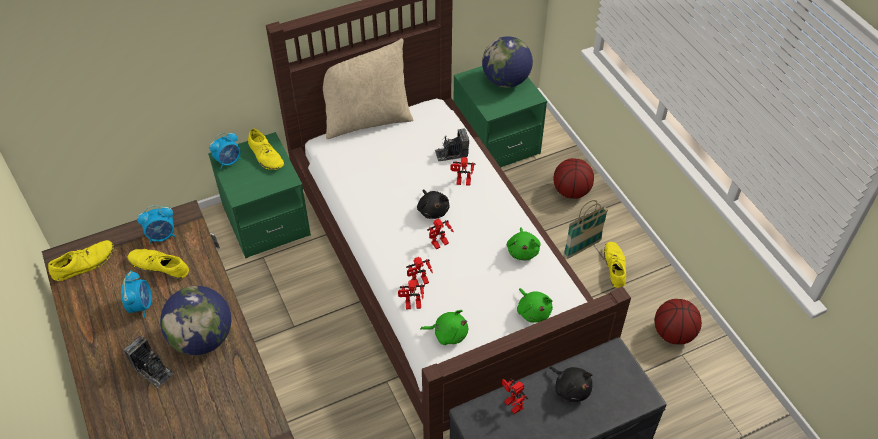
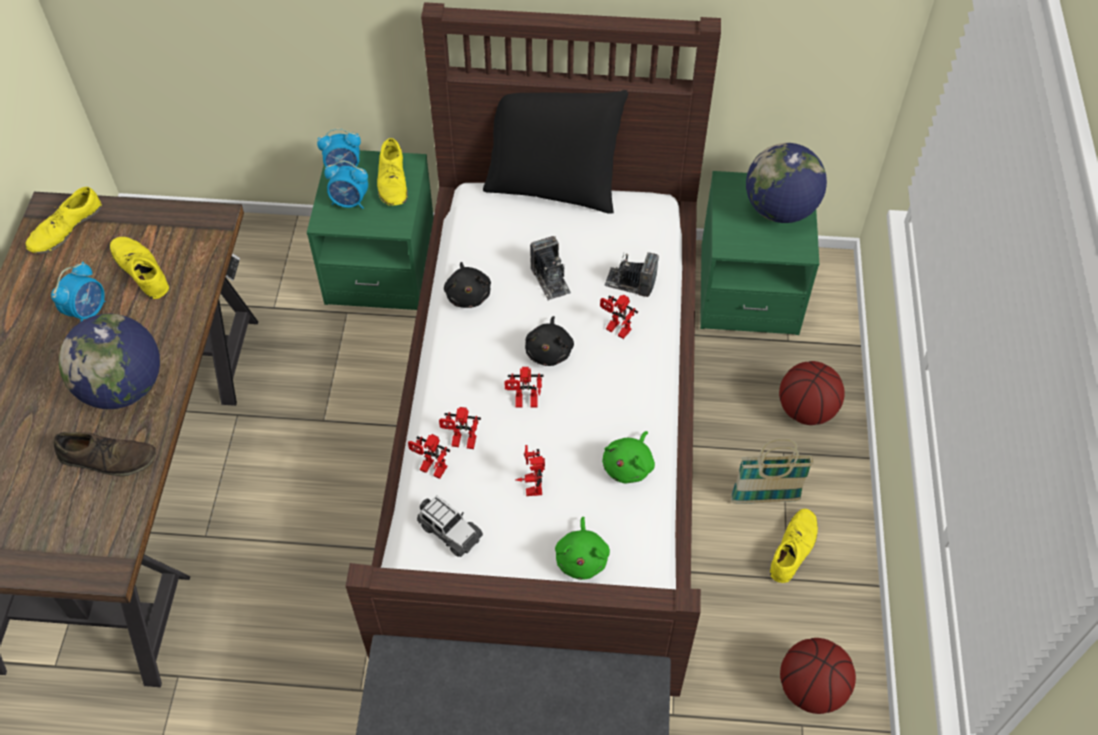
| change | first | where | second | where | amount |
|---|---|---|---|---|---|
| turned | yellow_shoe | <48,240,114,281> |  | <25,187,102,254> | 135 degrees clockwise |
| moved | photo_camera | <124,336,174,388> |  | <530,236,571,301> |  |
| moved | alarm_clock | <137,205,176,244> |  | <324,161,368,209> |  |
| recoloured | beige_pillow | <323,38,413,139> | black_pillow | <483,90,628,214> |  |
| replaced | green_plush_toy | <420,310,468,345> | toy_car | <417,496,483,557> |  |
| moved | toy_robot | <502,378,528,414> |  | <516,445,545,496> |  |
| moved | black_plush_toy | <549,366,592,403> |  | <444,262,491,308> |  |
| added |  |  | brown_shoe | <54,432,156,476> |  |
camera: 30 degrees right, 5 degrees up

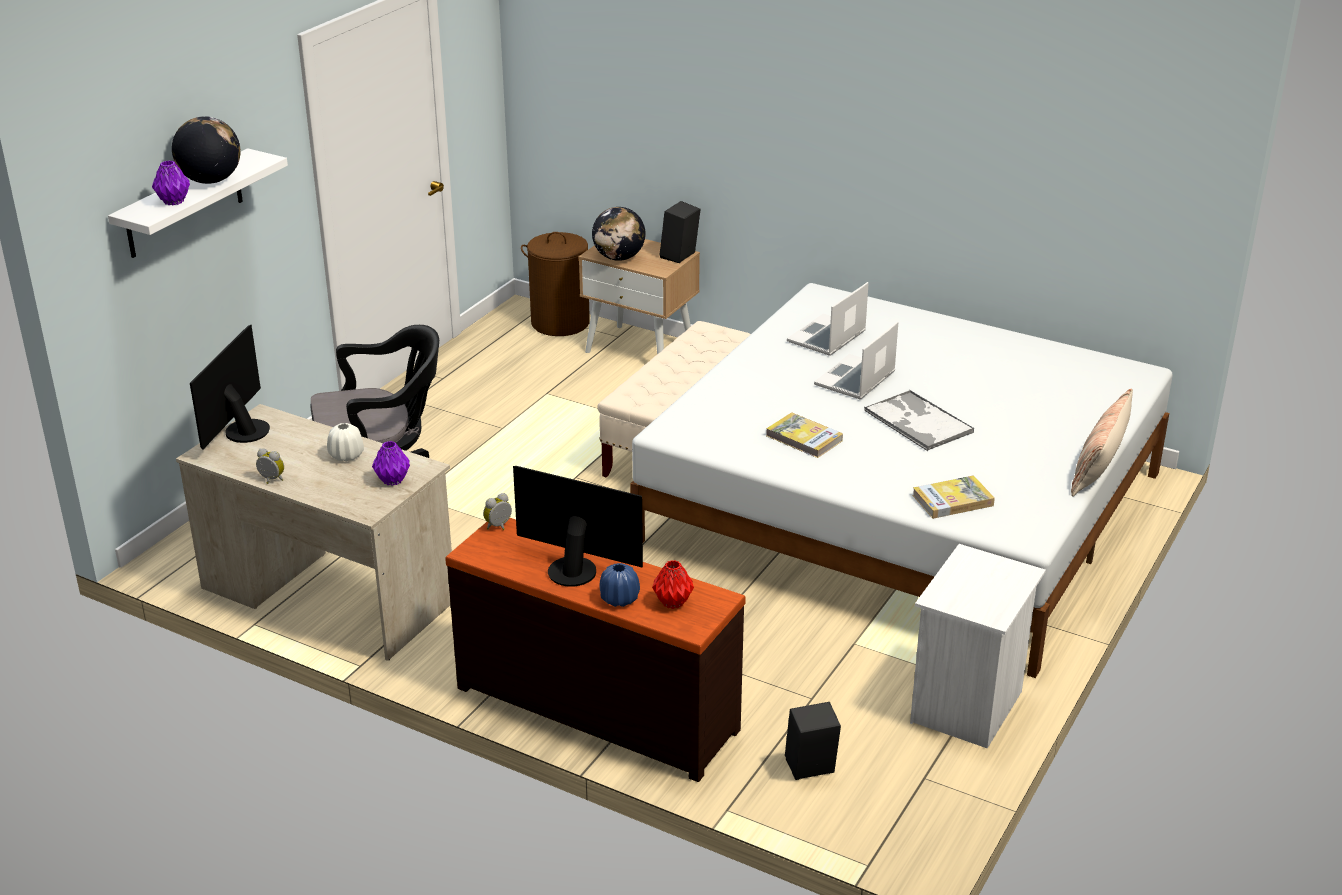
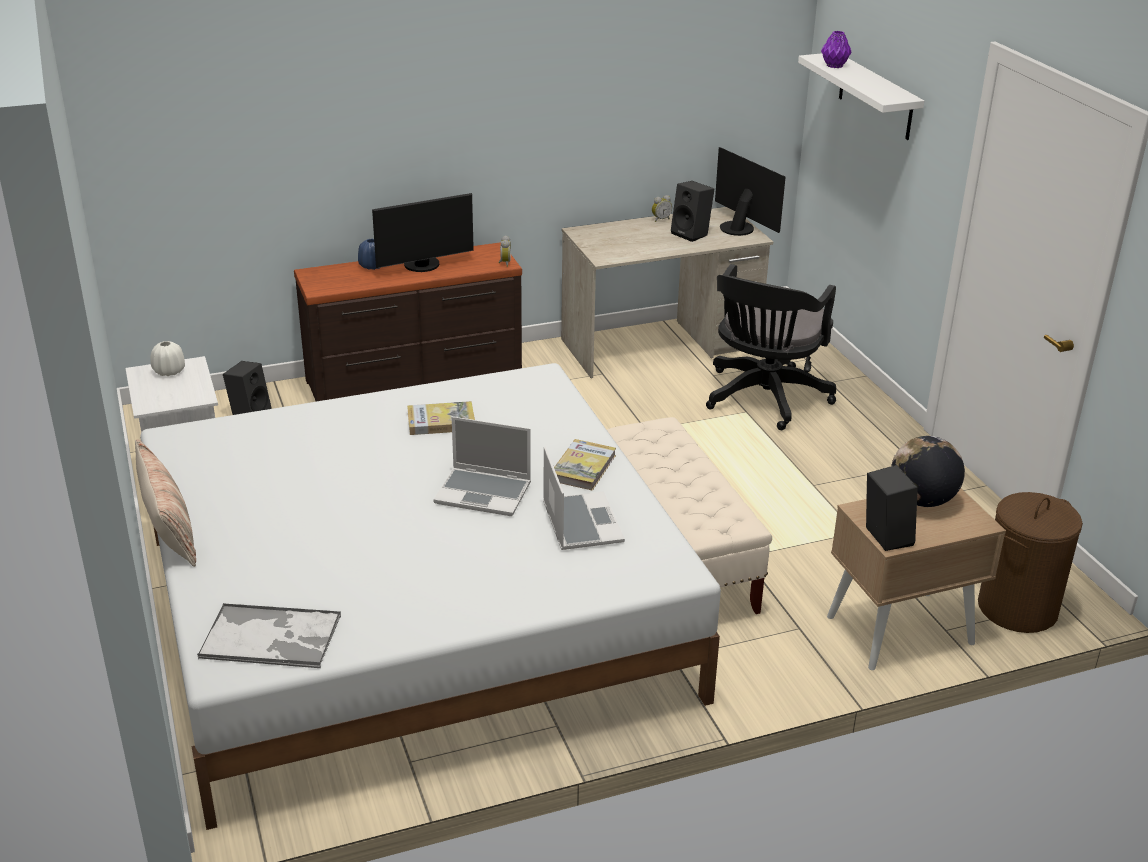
| change | first | where | second | where | amount |
|---|---|---|---|---|---|
| removed | globe | <172,116,241,184> |  |  |  |
| moved | white_vase | <327,423,364,462> |  | <150,341,185,376> |  |
| removed | purple_vase | <372,441,410,486> |  |  |  |
| removed | red_vase | <652,560,694,609> |  |  |  |
| turned | laptop | <814,321,898,400> |  | <433,417,531,516> | 120 degrees clockwise |
| moved | tray | <864,390,974,451> |  | <197,603,341,668> |  |
| moved | book | <912,475,995,519> |  | <554,439,616,491> |  |
| added |  |  | black_speaker | <671,181,714,242> |  |
camera: 130 degrees right, 0 degrees up

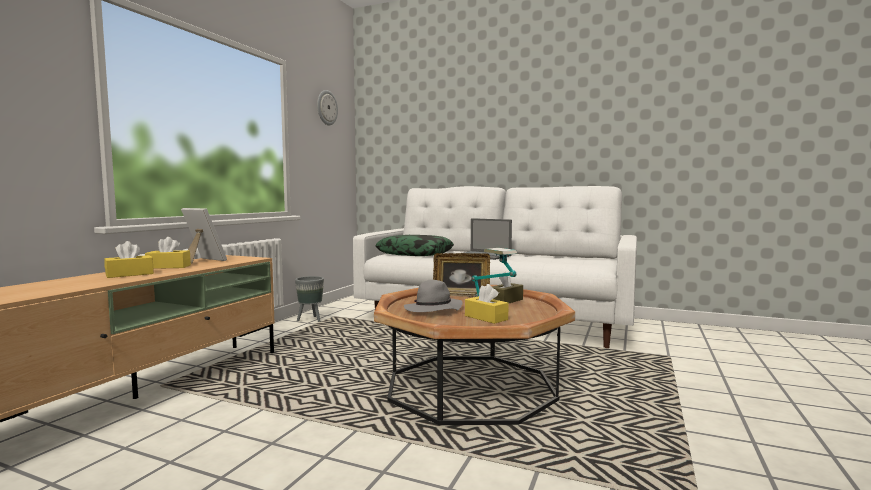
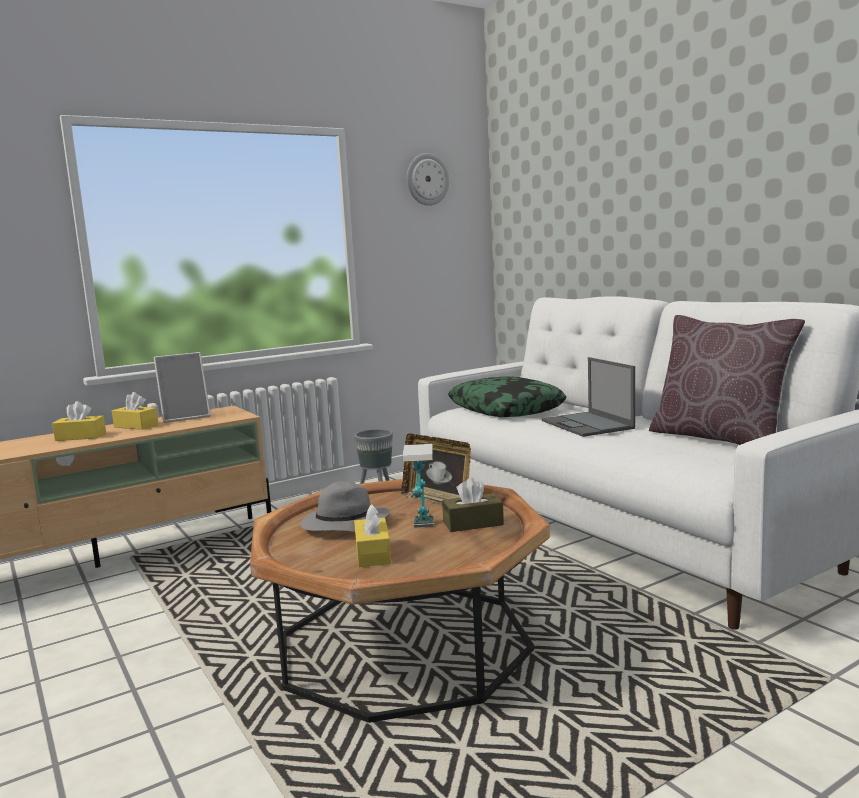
| change | first | where | second | where | amount |
|---|---|---|---|---|---|
| turned | picture_frame | <181,208,227,263> |  | <154,352,211,423> | 90 degrees clockwise |
| added |  |  | brown_pillow | <649,315,805,445> |  |
camera: 35 degrees right, 5 degrees up

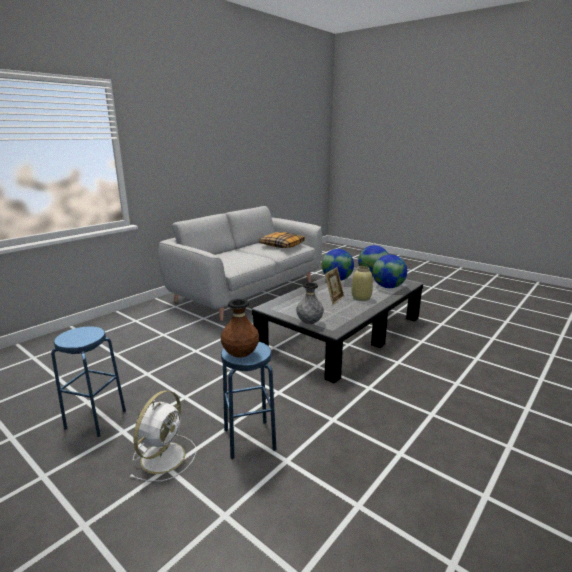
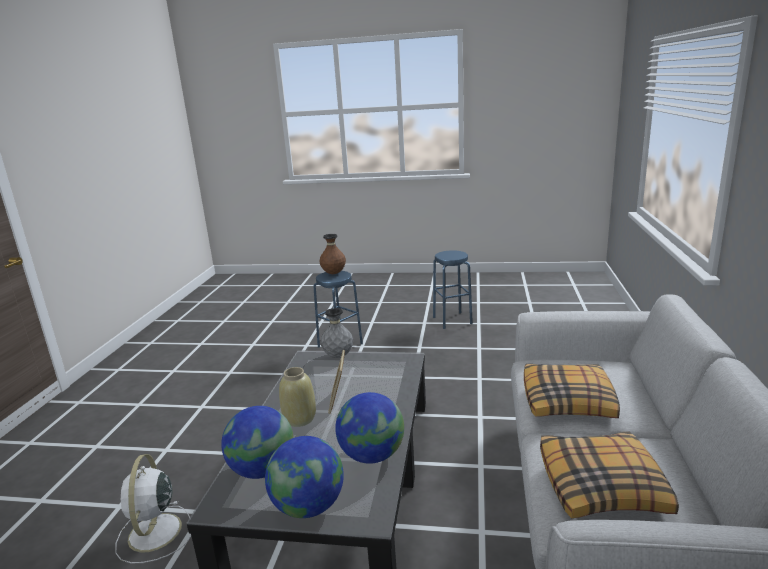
| change | first | where | second | where | amount |
|---|---|---|---|---|---|
| moved | white_fan | <129,390,196,482> |  | <115,454,191,563> |  |
| added |  |  | pillow | <524,364,620,418> |  |
camera: 150 degrees right, 0 degrees up

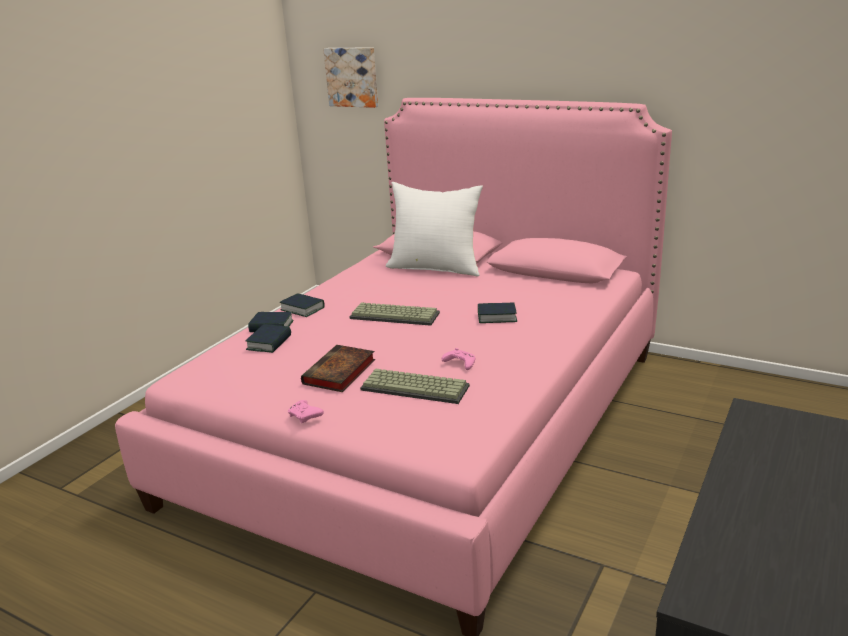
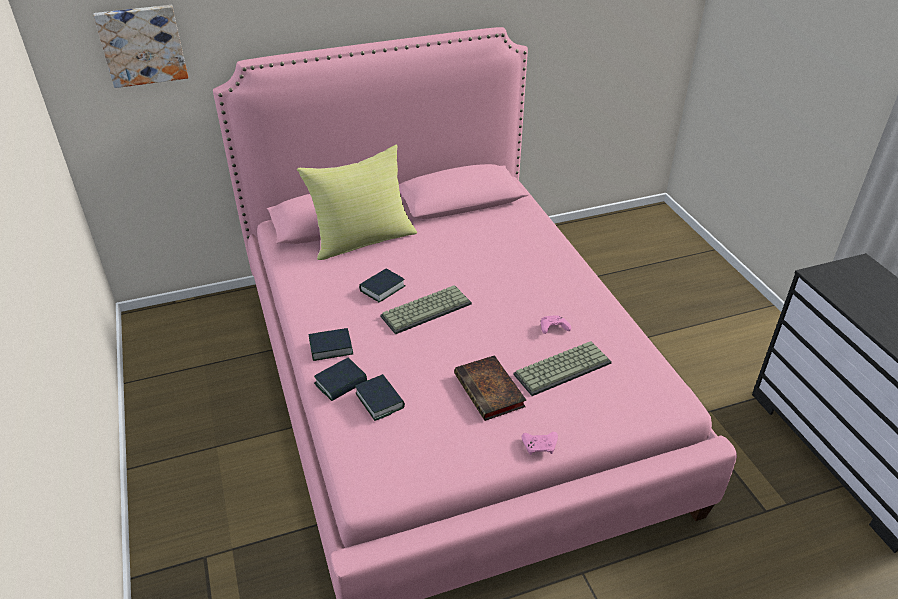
| change | first | where | second | where | amount |
|---|---|---|---|---|---|
| recoloured | white_pillow | <386,182,483,276> | yellow_pillow | <297,145,417,260> |  |
| moved | book | <478,302,517,323> |  | <359,268,405,302> |  |
camera: 50 degrees left, 15 degrees up

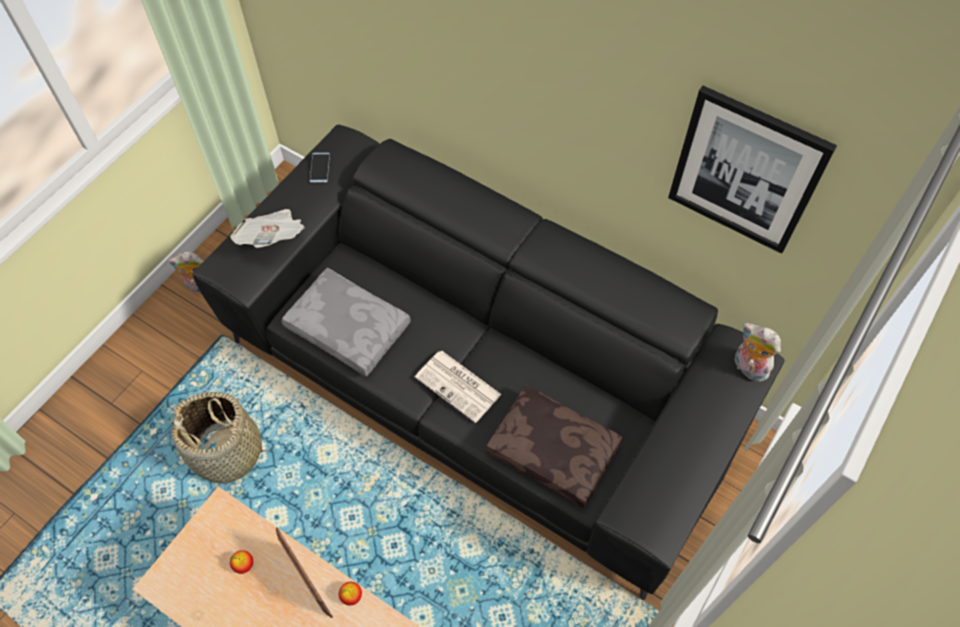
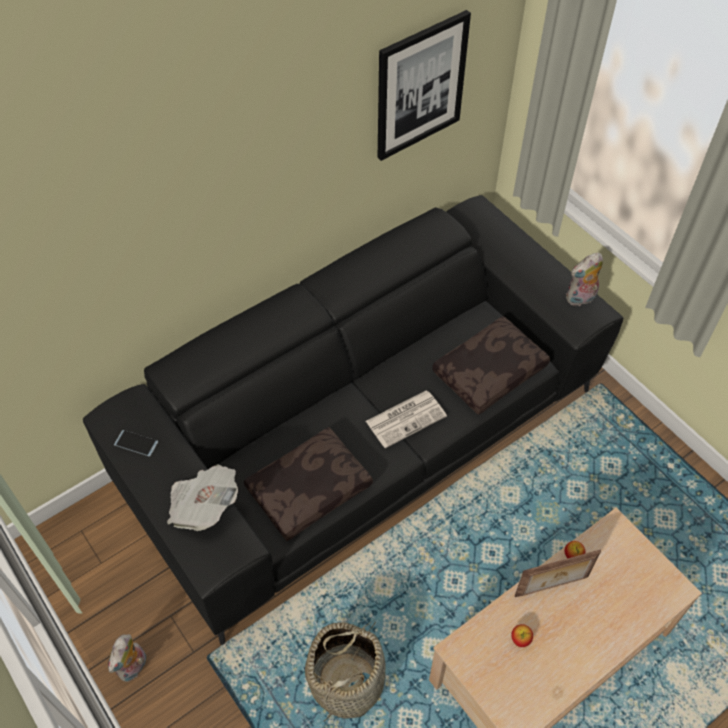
| change | first | where | second | where | amount |
|---|---|---|---|---|---|
| recoloured | grey_pillow | <281,268,411,377> | brown_pillow | <244,427,373,541> |  |
| moved | plush_toy | <735,323,781,382> |  | <566,253,603,306> |  |
camera: 70 degrees left, 5 degrees down

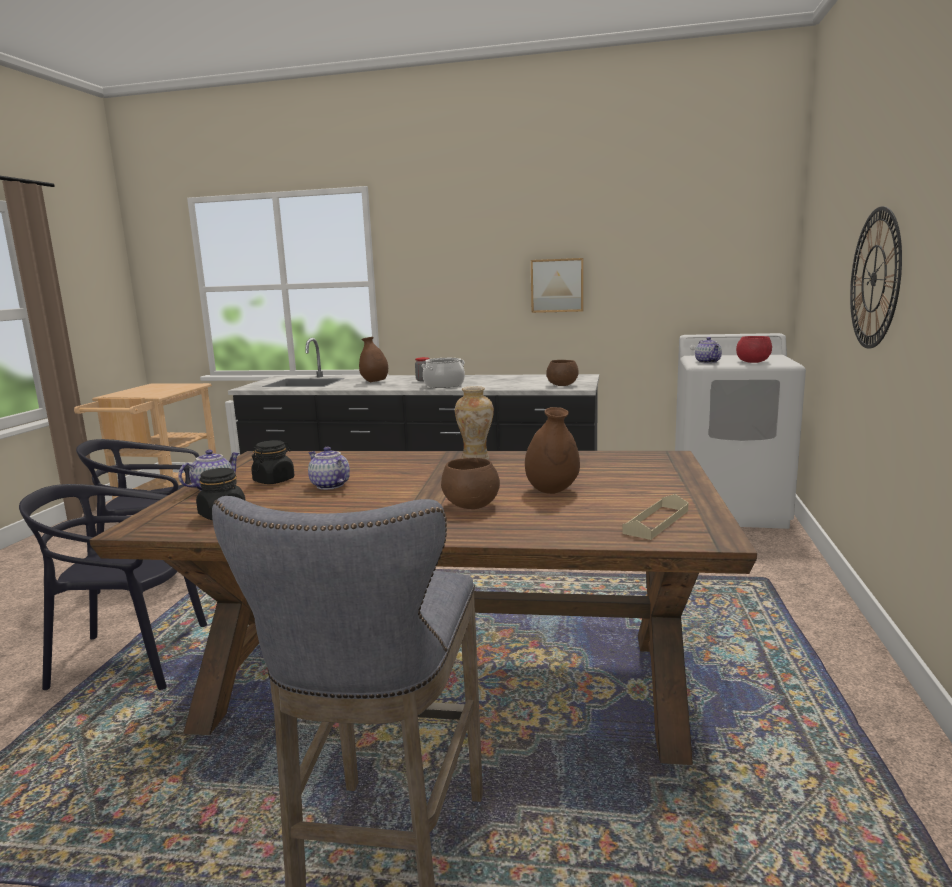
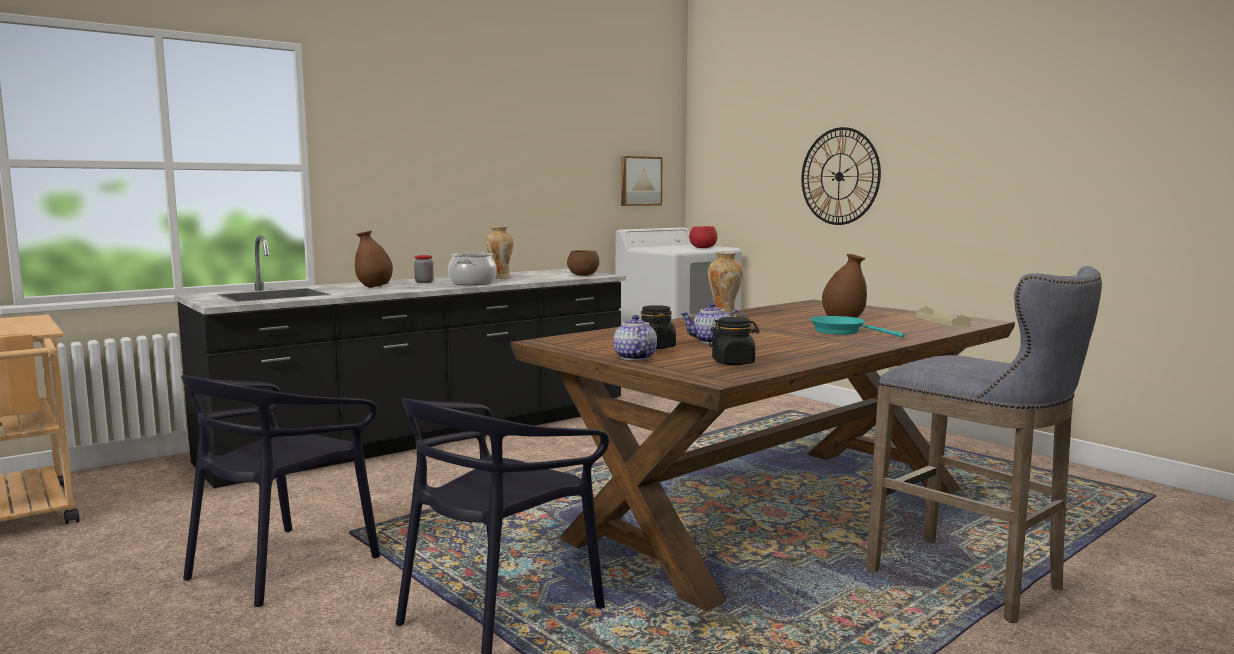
| change | first | where | second | where | amount |
|---|---|---|---|---|---|
| replaced | brown_bowl | <441,458,500,509> | turquoise_frying_pan | <810,316,905,337> |  |
| moved | picture | <531,258,584,313> |  | <621,156,663,206> |  |
| removed | teapot | <695,337,722,364> |  |  |  |
| added |  |  | vase | <486,226,513,279> |  |
camera: 50 degrees left, 5 degrees down

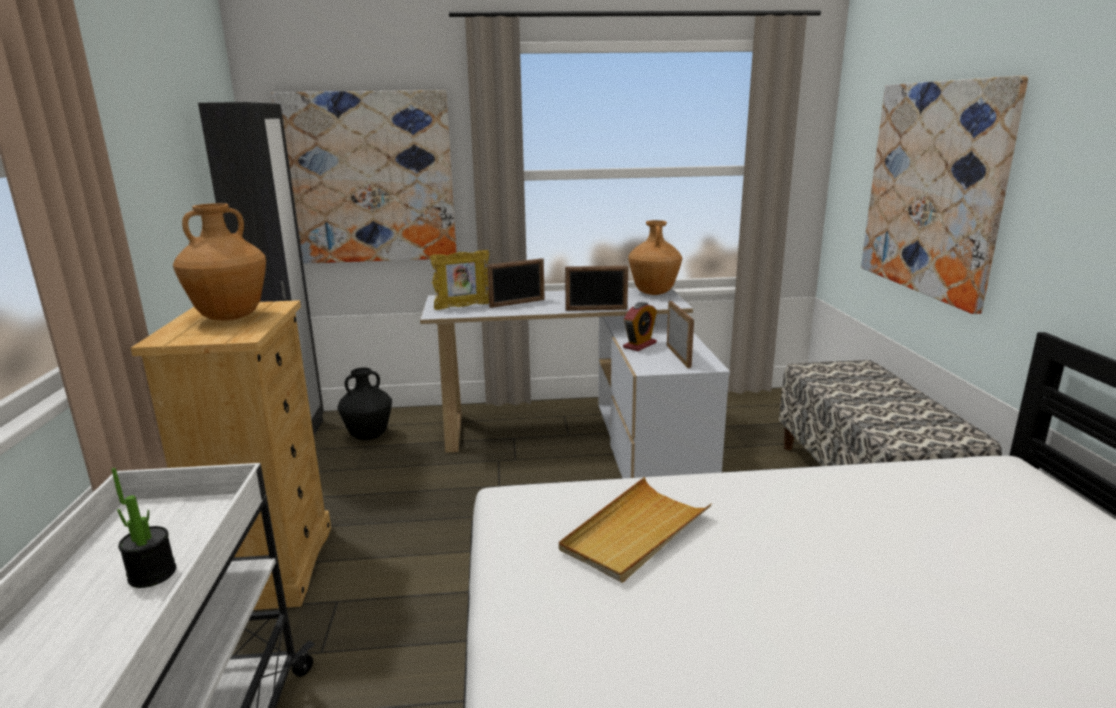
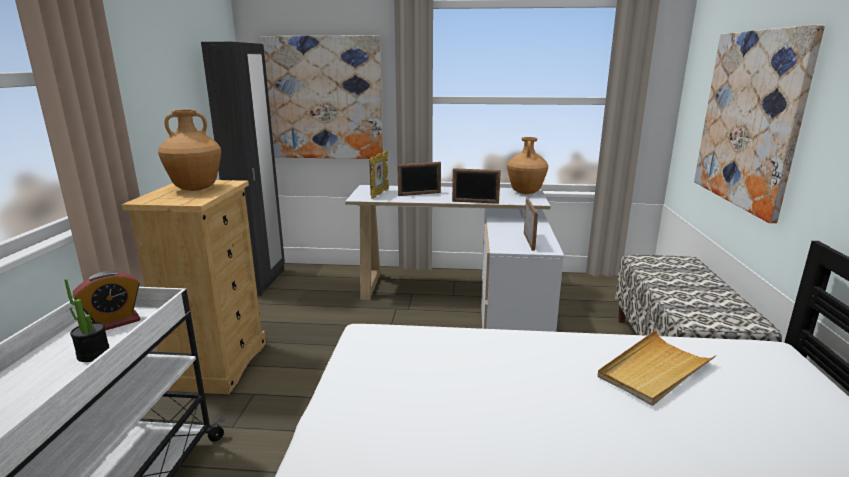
| change | first | where | second | where | amount |
|---|---|---|---|---|---|
| removed | black_vase | <337,367,392,440> |  |  |  |
| turned | picture_frame | <430,250,490,310> |  | <369,151,389,199> | 60 degrees counterclockwise |
| moved | beige_tray | <559,477,712,583> |  | <598,330,716,406> |  |
| moved | alarm_clock | <623,302,657,351> |  | <73,271,141,331> |  |
camera: 10 degrees right, 0 degrees up

